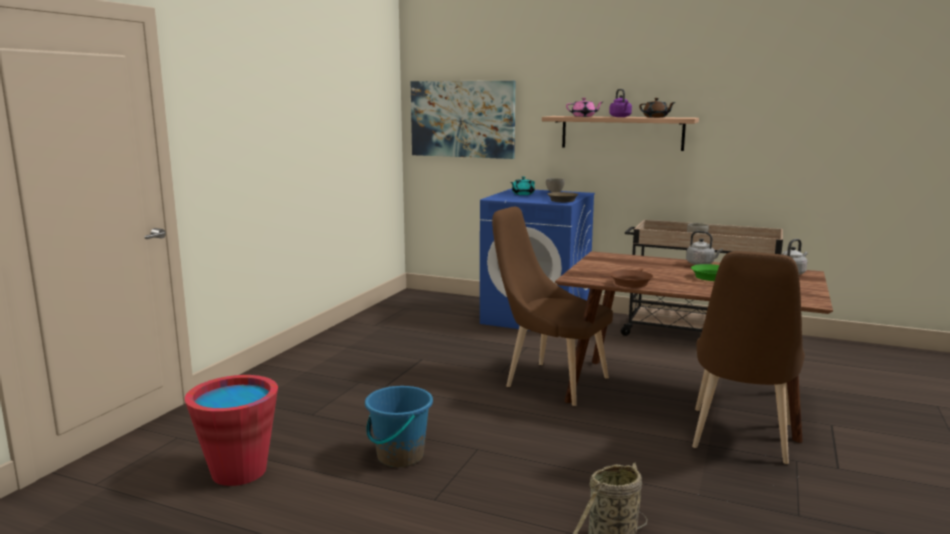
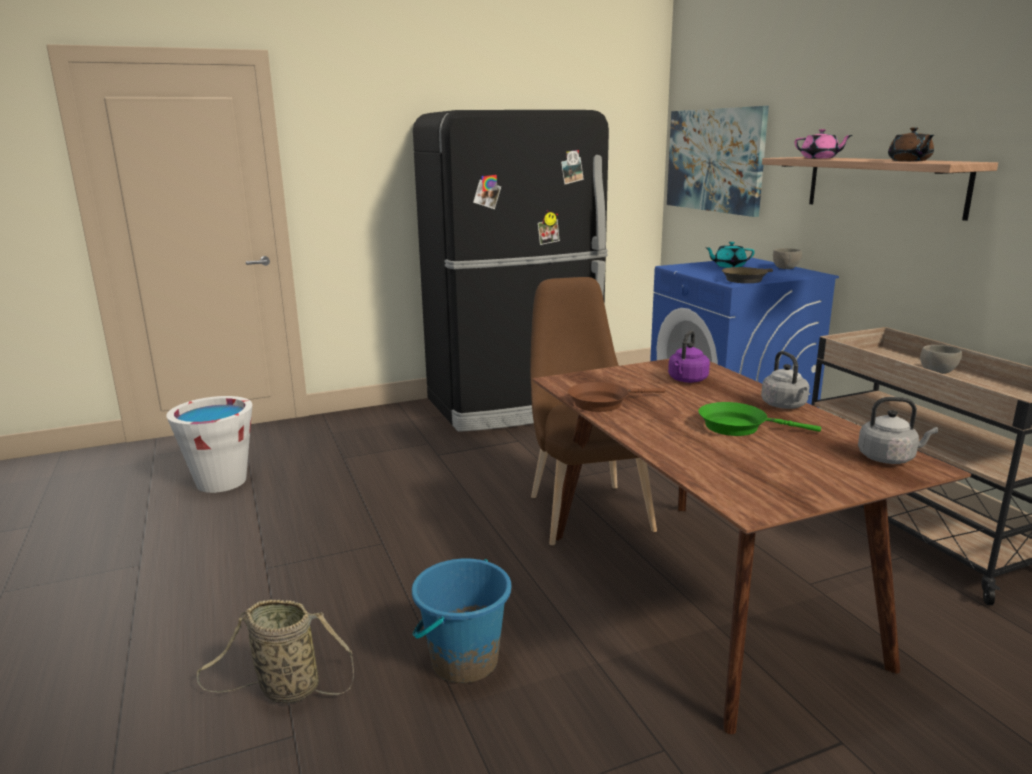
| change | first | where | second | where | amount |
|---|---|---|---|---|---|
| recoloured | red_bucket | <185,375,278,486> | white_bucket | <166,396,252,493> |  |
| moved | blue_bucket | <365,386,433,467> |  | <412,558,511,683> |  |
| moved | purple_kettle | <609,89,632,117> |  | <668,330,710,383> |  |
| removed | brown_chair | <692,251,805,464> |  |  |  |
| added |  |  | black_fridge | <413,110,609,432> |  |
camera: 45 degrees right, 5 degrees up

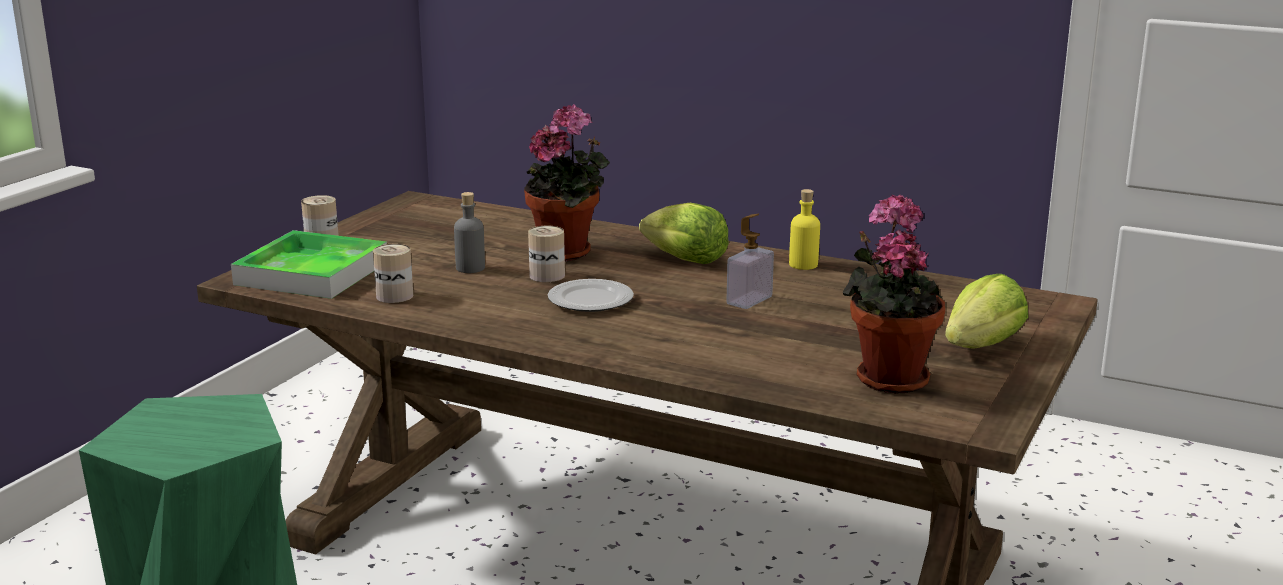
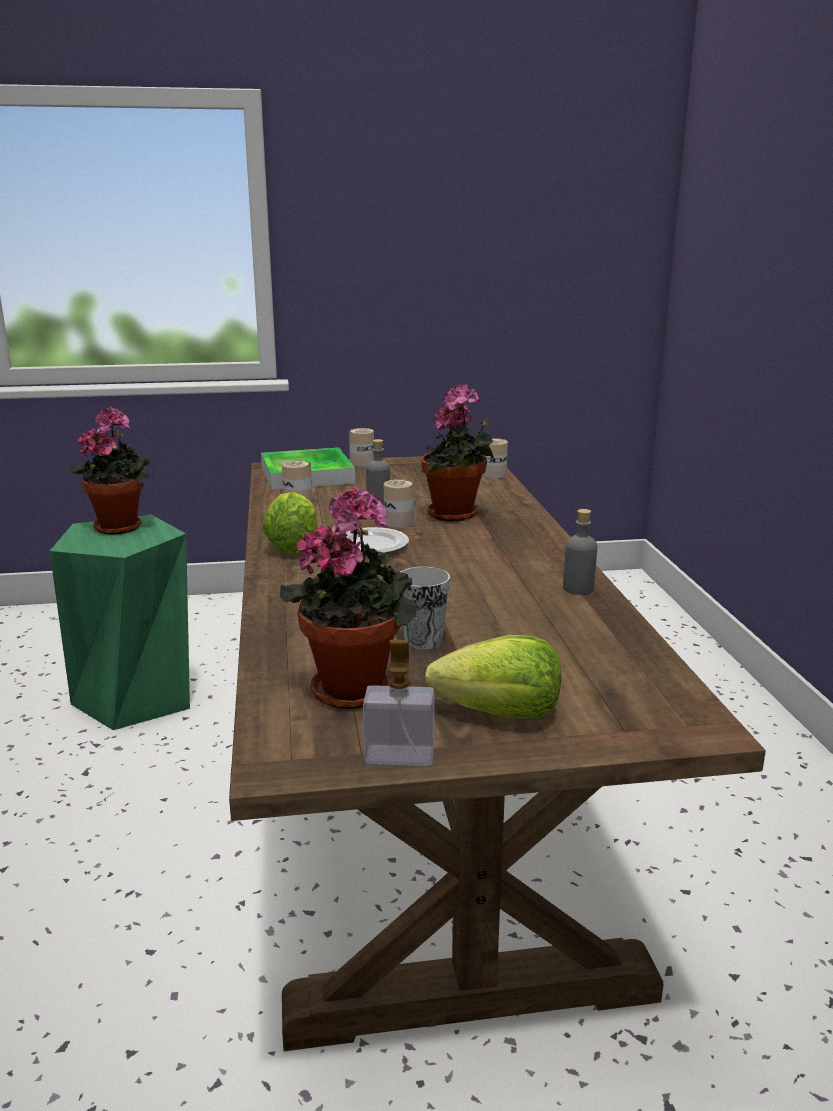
| change | first | where | second | where | amount |
|---|---|---|---|---|---|
| moved | lettuce | <639,203,729,264> |  | <262,492,318,554> |  |
| moved | soap_dispenser | <727,214,774,309> |  | <363,640,434,766> |  |
| recoloured | yellow_bottle | <789,189,820,270> | grey_bottle | <563,509,597,595> |  |
| added |  |  | potted_plant | <70,407,150,535> |  |
| added |  |  | cup | <401,567,450,650> |  |
| added |  |  | can | <482,438,508,479> |  |
camera: 55 degrees right, 0 degrees up

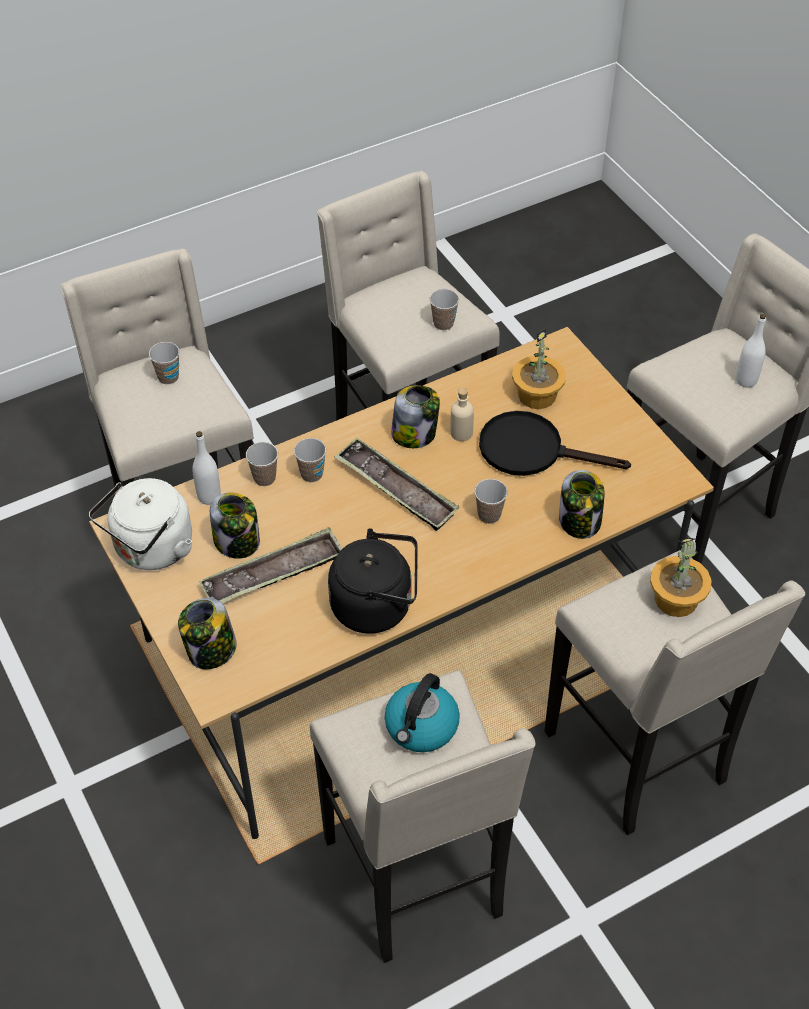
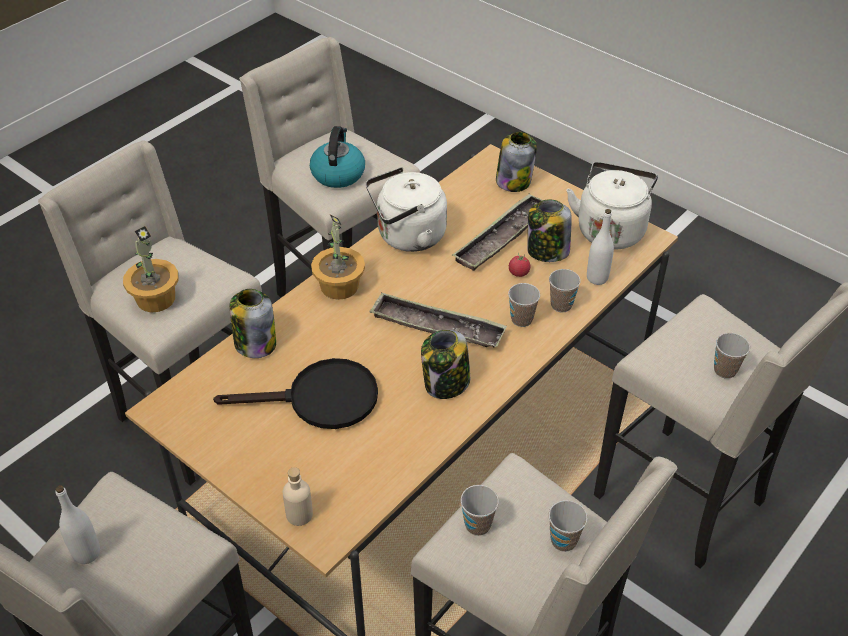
| change | first | where | second | where | amount |
|---|---|---|---|---|---|
| recoloured | black_kettle | <328,528,418,634> | white_kettle | <366,167,447,252> |  |
| moved | beige_bottle | <450,388,474,441> |  | <283,467,313,526> |  |
| moved | cup | <474,479,508,524> |  | <549,500,587,552> |  |
| moved | potted_plant | <512,329,566,409> |  | <311,215,365,300> |  |
| added |  |  | tomato | <509,252,530,277> |  |
camera: 160 degrees right, 5 degrees down

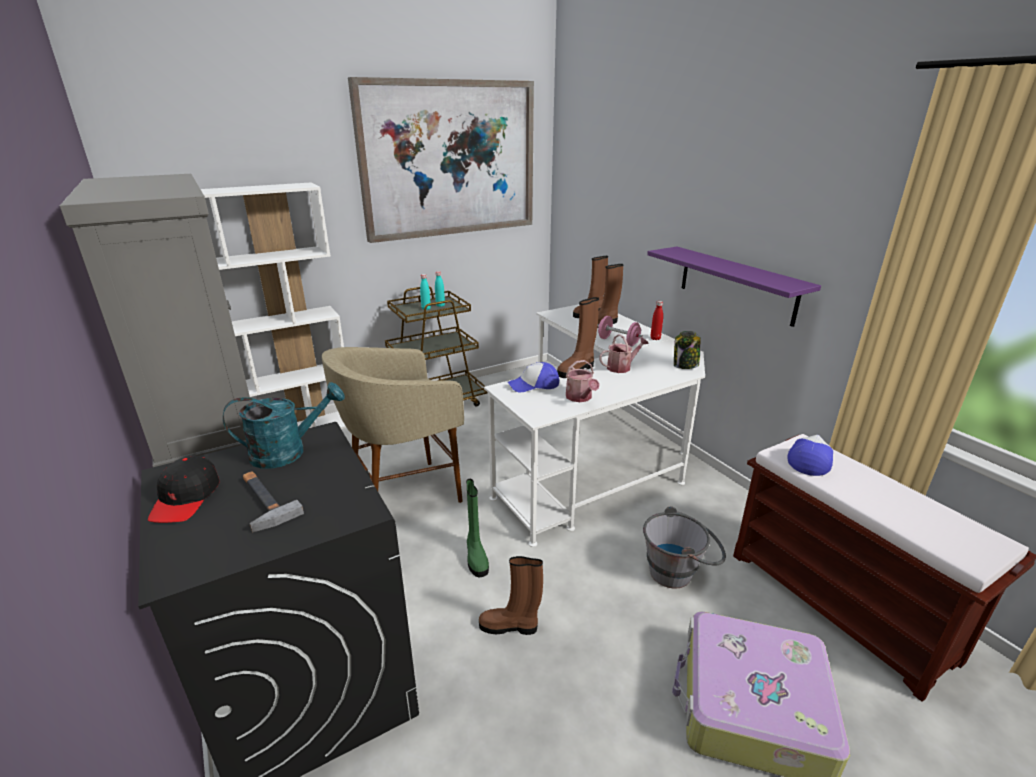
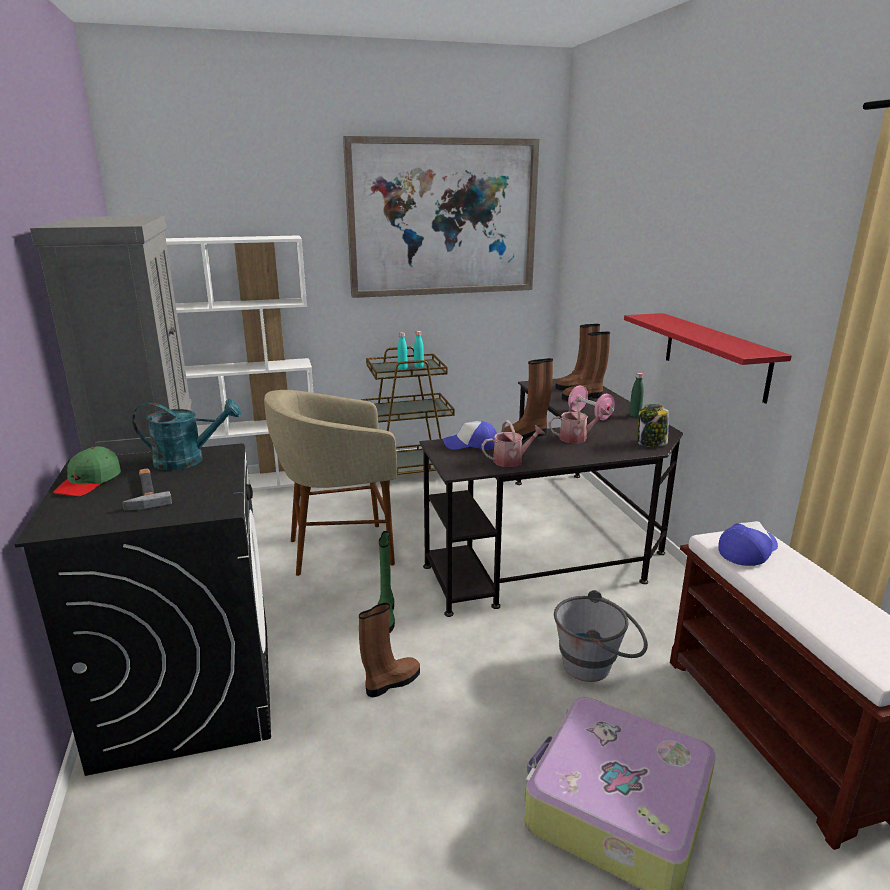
| change | first | where | second | where | amount |
|---|---|---|---|---|---|
| recoloured | black_cap | <148,455,220,523> | green_cap | <53,446,121,496> |  |
| turned | brown_boot | <479,556,543,635> |  | <359,603,420,697> | 120 degrees clockwise |
| recoloured | white_desk | <484,304,705,547> | black_desk | <419,378,683,617> |  |
| turned | watering_can | <566,360,600,402> |  | <481,420,545,467> | 105 degrees counterclockwise |
| recoloured | purple_shelf | <647,247,821,327> | red_shelf | <624,313,792,404> |  |
| recoloured | red_bottle | <651,301,663,340> | green_bottle | <629,373,644,417> |  |
camera: 15 degrees right, 5 degrees down

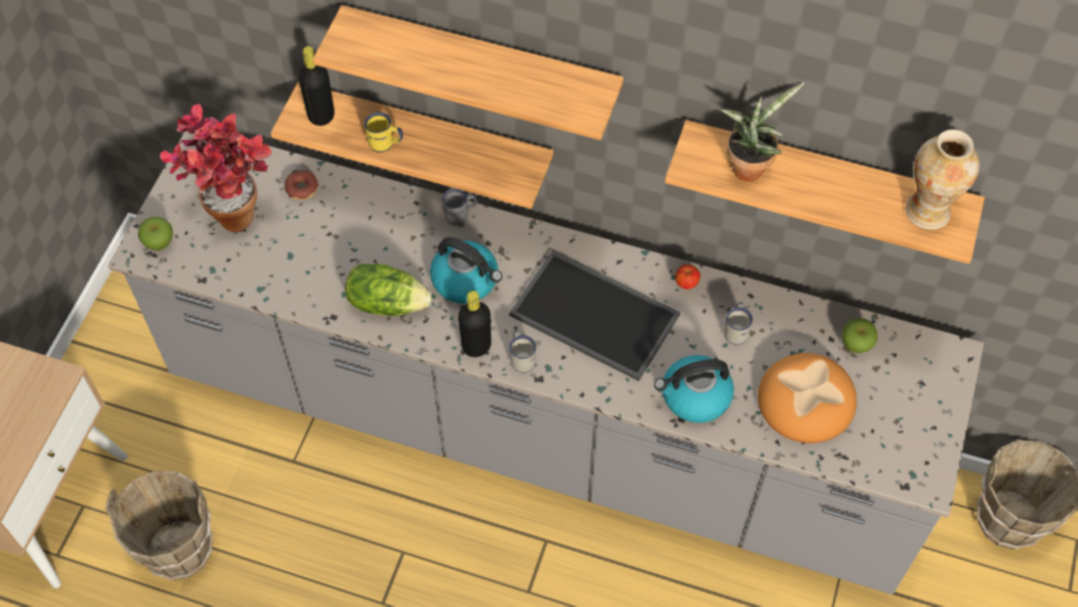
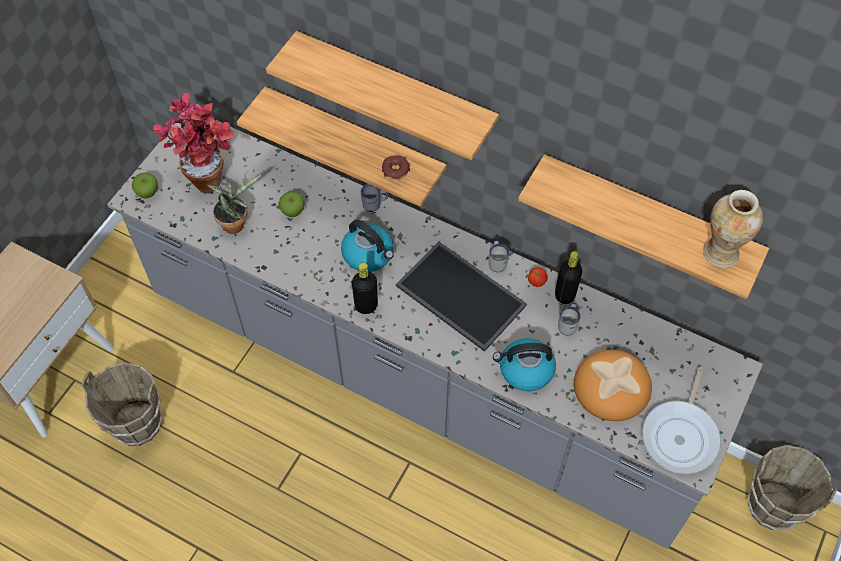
| change | first | where | second | where | amount |
|---|---|---|---|---|---|
| moved | donut | <285,171,319,200> |  | <382,155,410,180> |  |
| moved | black_bottle | <298,46,335,126> |  | <555,251,582,304> |  |
| removed | lettuce | <345,264,432,316> |  |  |  |
| removed | yellow_mug | <364,112,403,152> |  |  |  |
| moved | white_mug | <509,331,536,373> |  | <489,240,509,272> |  |
| moved | potted_plant | <720,83,804,182> |  | <207,175,261,234> |  |
| moved | apple | <842,318,878,353> |  | <278,191,304,217> |  |
| added |  |  | frying_pan | <642,367,721,474> |  |
camera: 10 degrees right, 0 degrees up

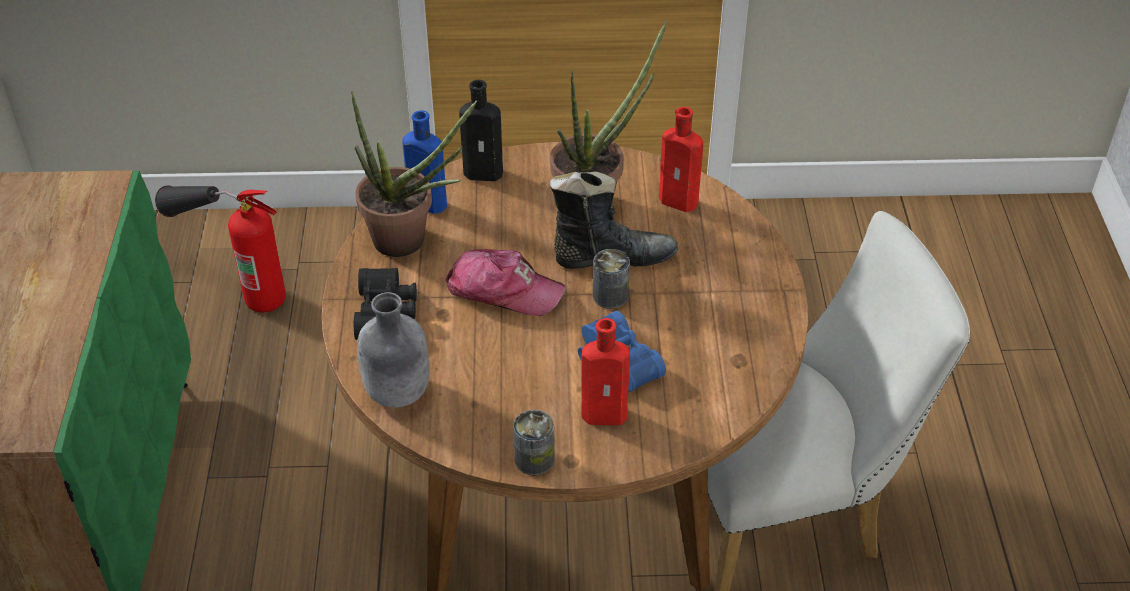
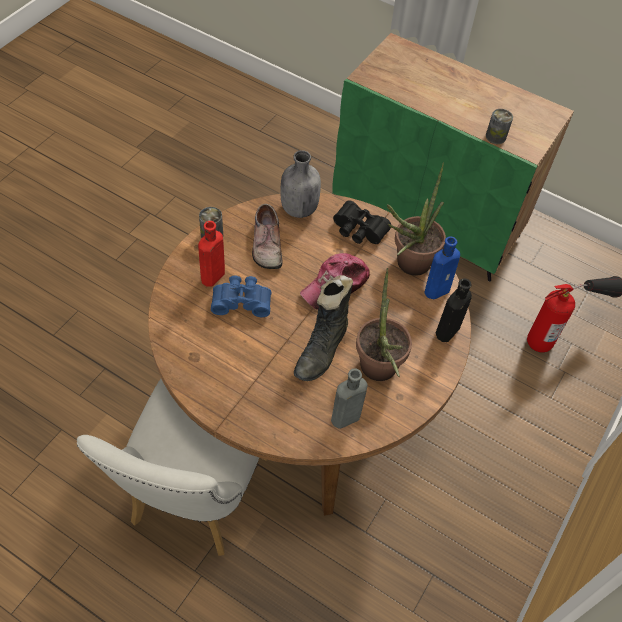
| change | first | where | second | where | amount |
|---|---|---|---|---|---|
| moved | can | <593,249,630,309> |  | <486,109,513,144> |  |
| recoloured | red_bottle | <659,107,703,212> | grey_bottle | <331,369,368,429> |  |
| added |  |  | shoe | <252,204,282,269> |  |
camera: 120 degrees right, 10 degrees up

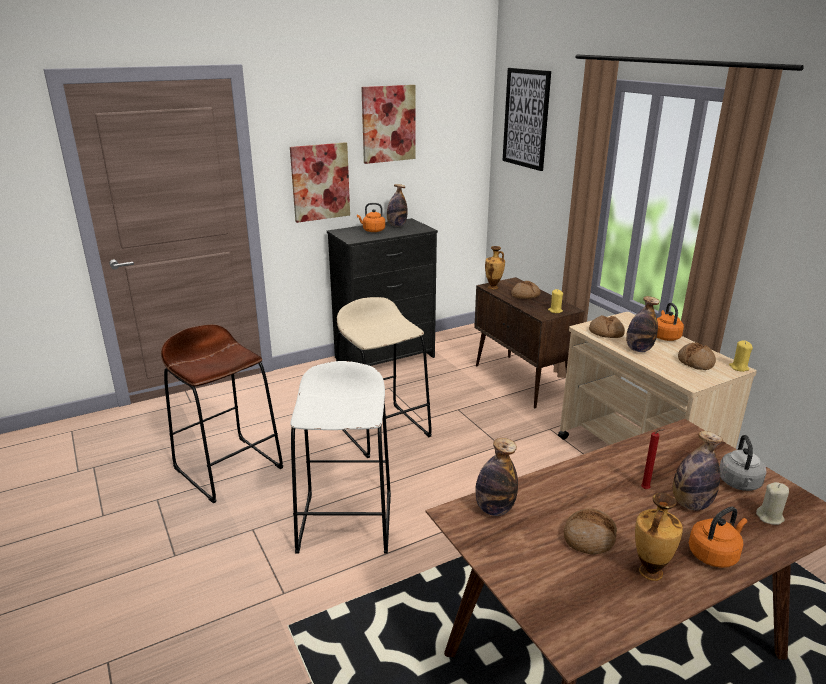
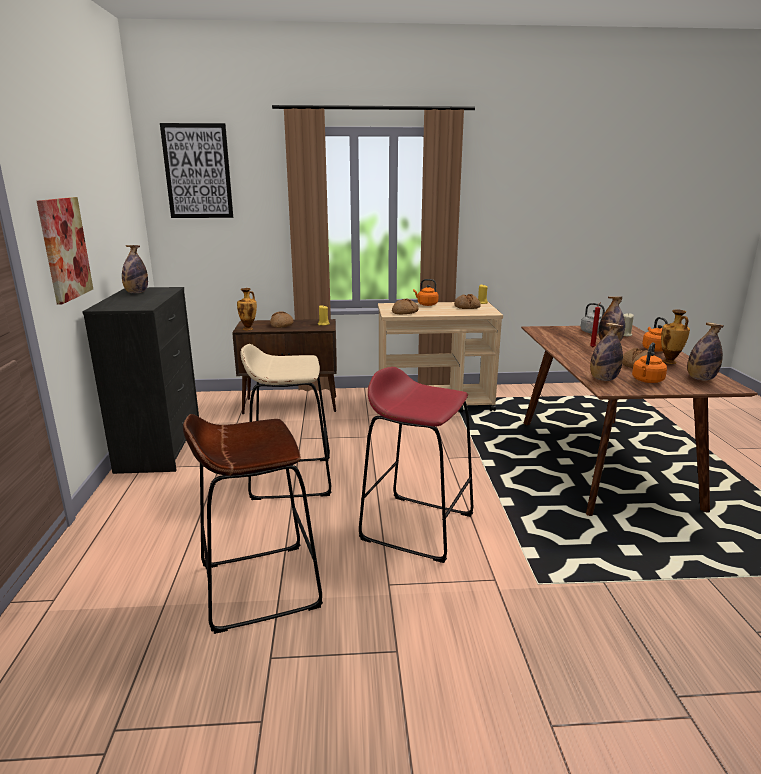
| change | first | where | second | where | amount |
|---|---|---|---|---|---|
| recoloured | white_stool | <290,361,391,554> | red_stool | <359,367,473,563> |  |
| moved | orange_kettle | <357,203,385,232> |  | <632,342,667,383> |  |
| removed | picture | <361,85,416,164> |  |  |  |
| moved | bottle | <626,296,660,352> |  | <687,322,724,381> |  |
camera: 65 degrees left, 5 degrees down

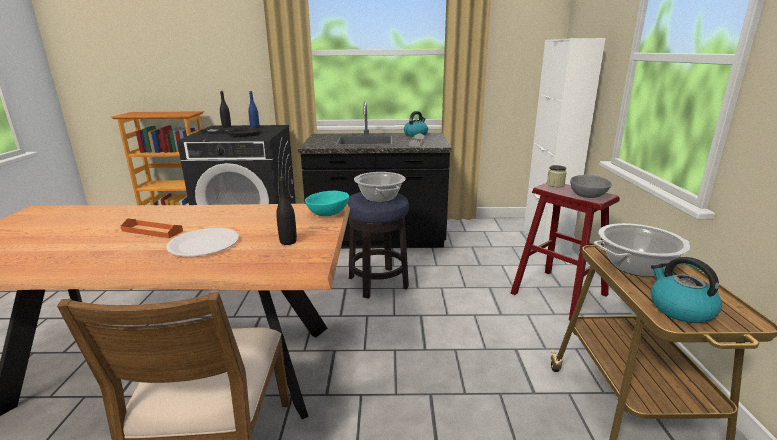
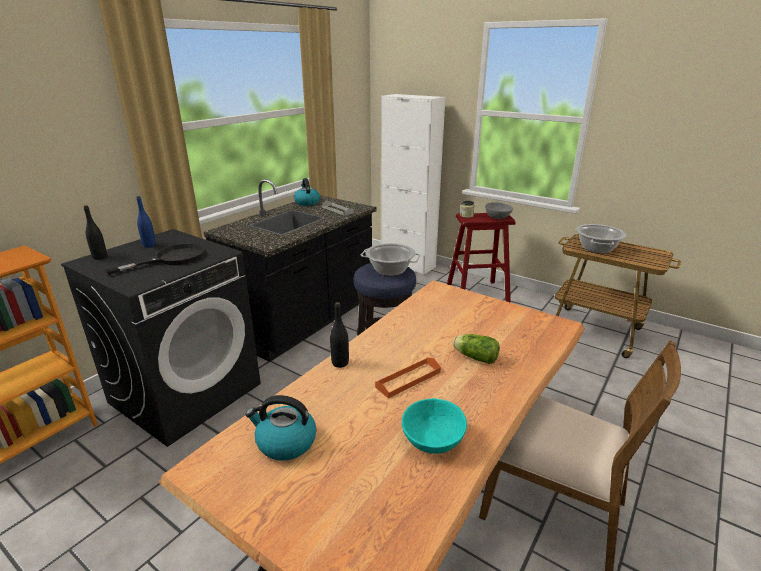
| change | first | where | second | where | amount |
|---|---|---|---|---|---|
| replaced | white_plate | <166,228,239,256> | lettuce | <453,334,500,364> |  |
| moved | black_bottle | <276,177,297,245> |  | <330,302,349,368> |  |
| moved | turquoise_bowl | <305,191,349,216> |  | <402,398,467,454> |  |
| moved | kettle | <651,257,722,323> |  | <245,395,316,461> |  |
camera: 55 degrees left, 5 degrees up

